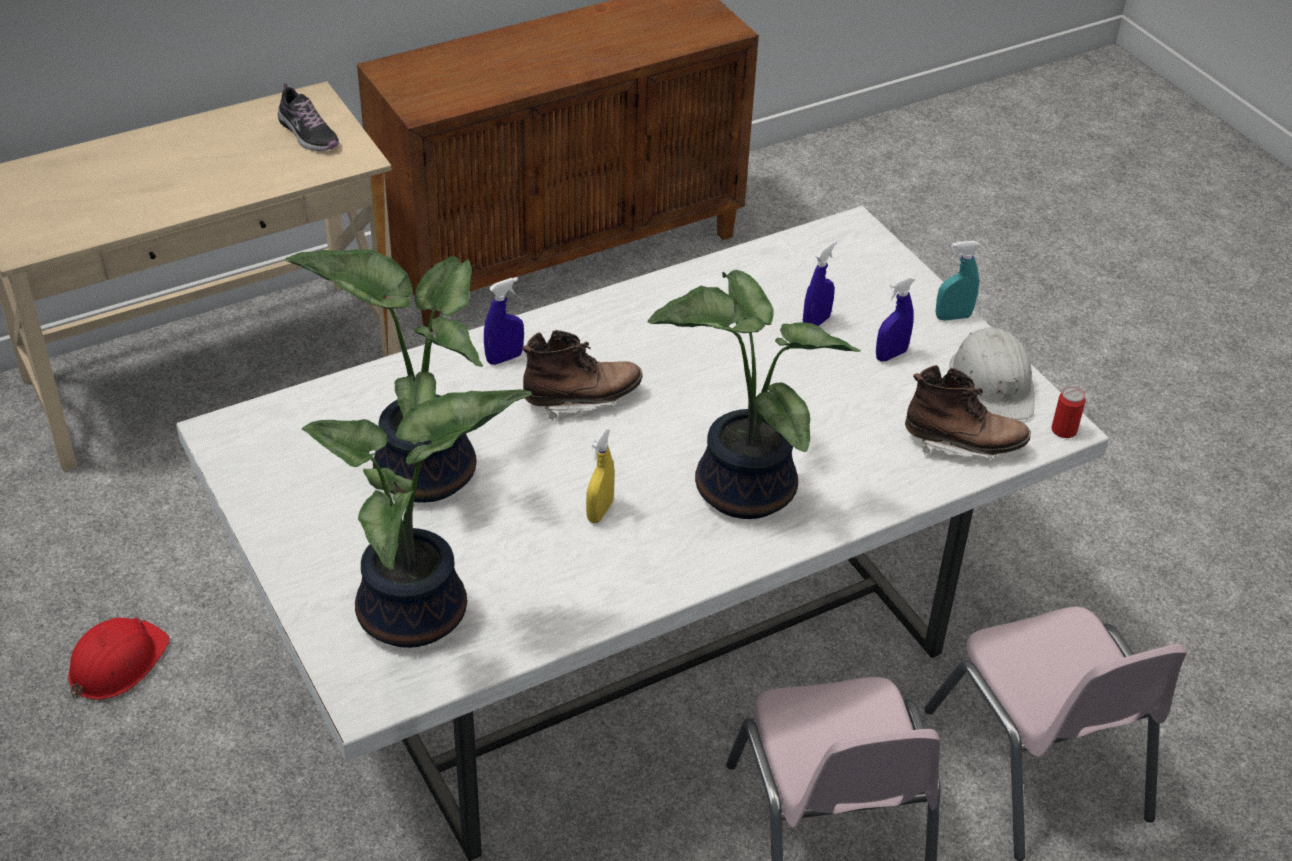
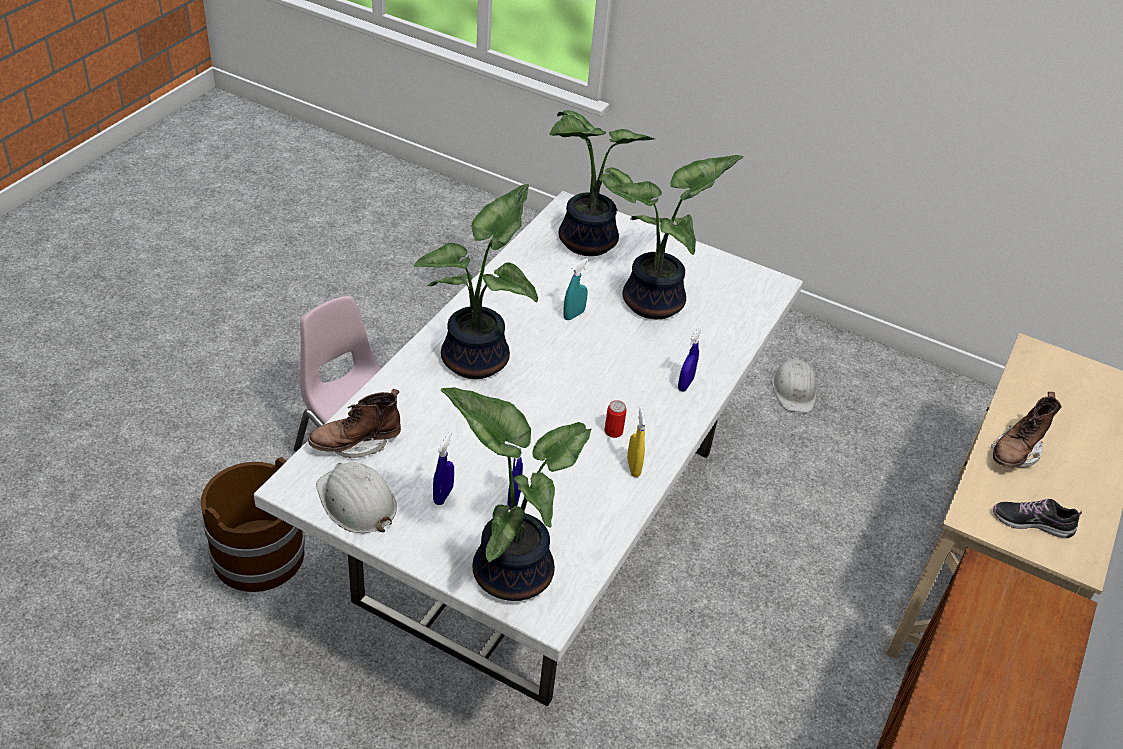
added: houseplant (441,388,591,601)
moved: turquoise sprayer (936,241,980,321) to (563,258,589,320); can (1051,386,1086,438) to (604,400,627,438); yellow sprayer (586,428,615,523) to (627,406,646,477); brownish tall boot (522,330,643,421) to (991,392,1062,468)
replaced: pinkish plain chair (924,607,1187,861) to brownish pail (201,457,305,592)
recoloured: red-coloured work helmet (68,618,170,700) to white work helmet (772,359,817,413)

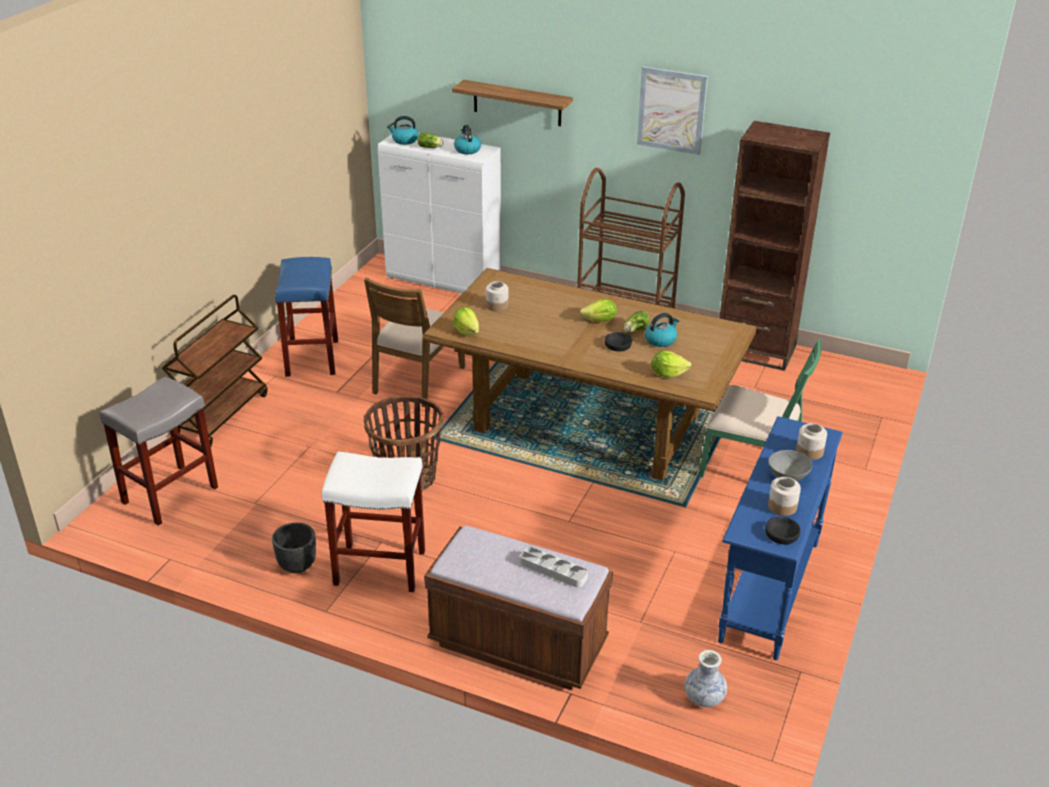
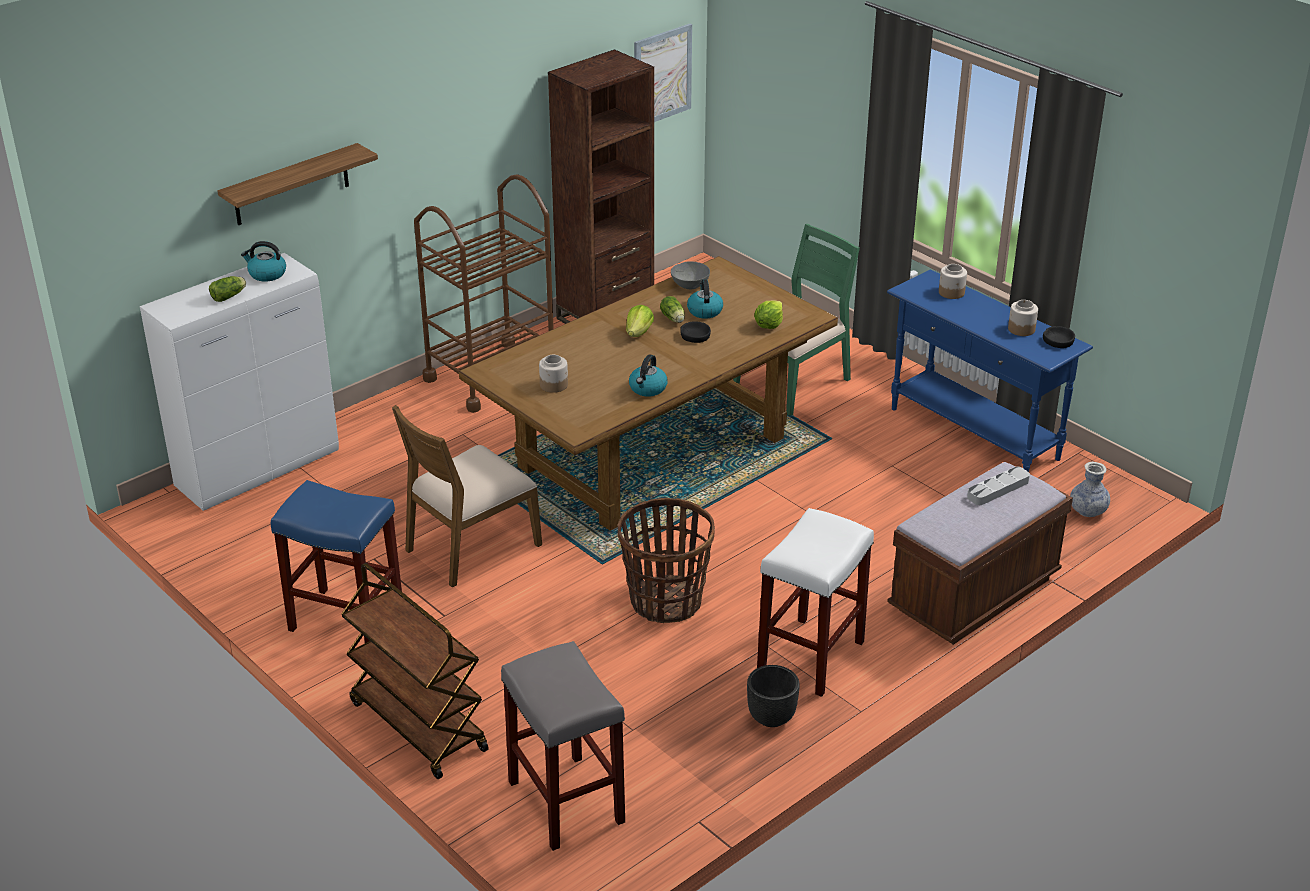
removed: head of lettuce (453,307,479,335)
moved: water kettle (387,116,419,145) to (629,354,668,397); wall art (637,66,708,155) to (634,24,692,122); greyish bowl (768,450,812,481) to (671,261,710,289)
turned: brownish plain chair (364,277,465,407) = (392,405,542,588) 90 degrees clockwise

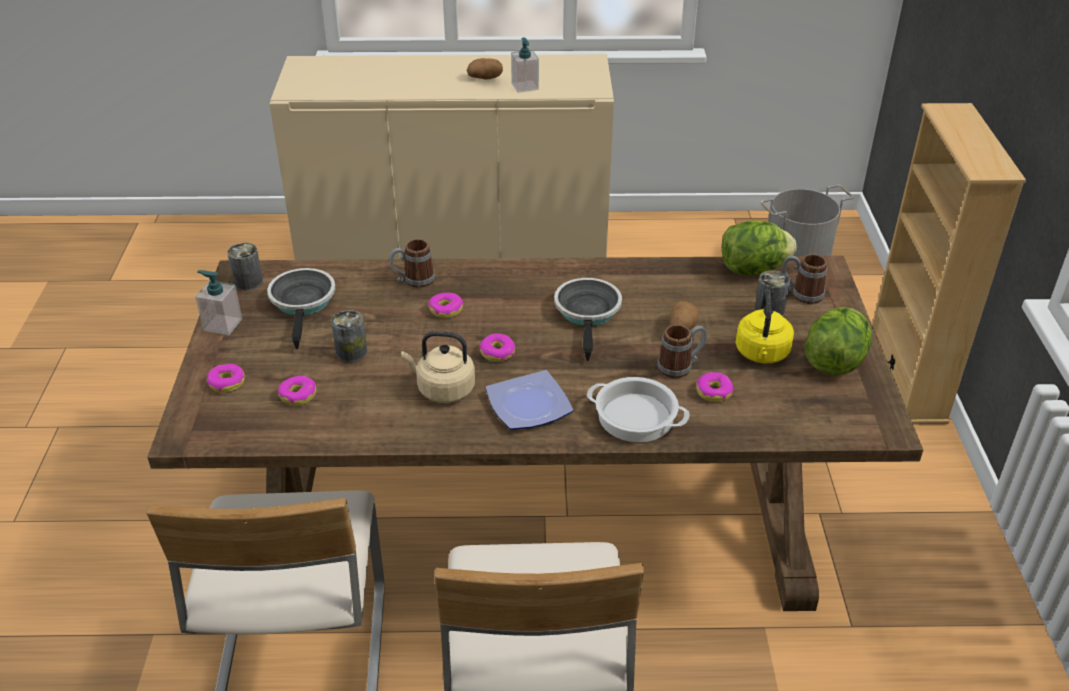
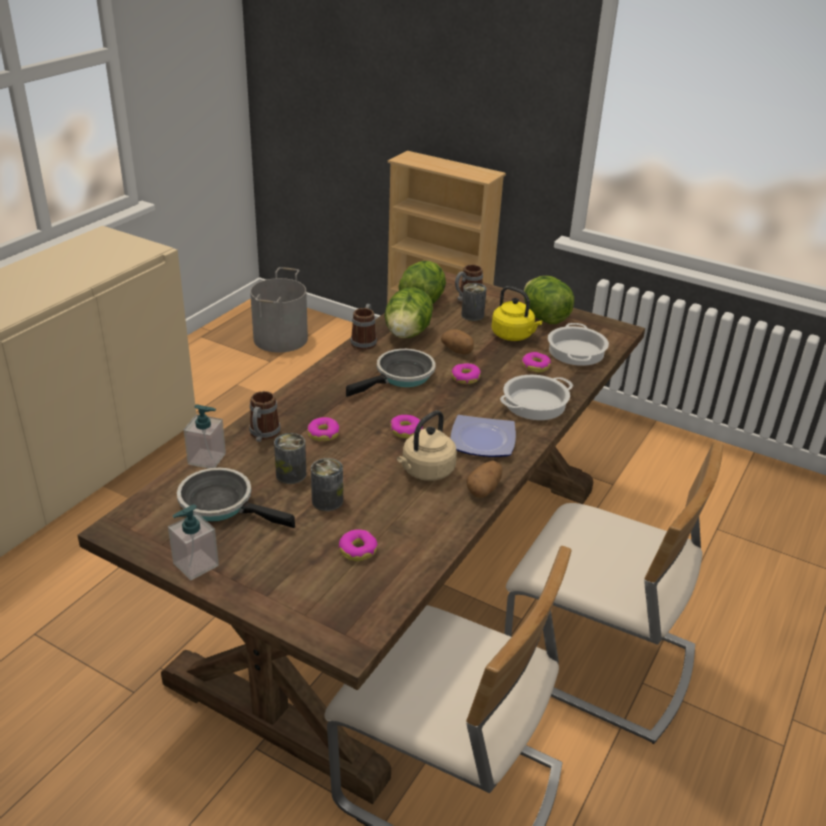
added: head of lettuce (385,288,433,338); stockpot (548,323,609,366)
moved: soap bottle (511,38,539,93) to (184,404,226,469); can (227,243,263,291) to (274,433,306,484); mug (657,325,707,378) to (350,304,377,350); ring doughnut (207,364,245,393) to (452,363,481,384); spud (467,58,503,79) to (466,461,502,498)
turned: skillet (554,278,622,361) = (346,349,436,397) 105 degrees clockwise

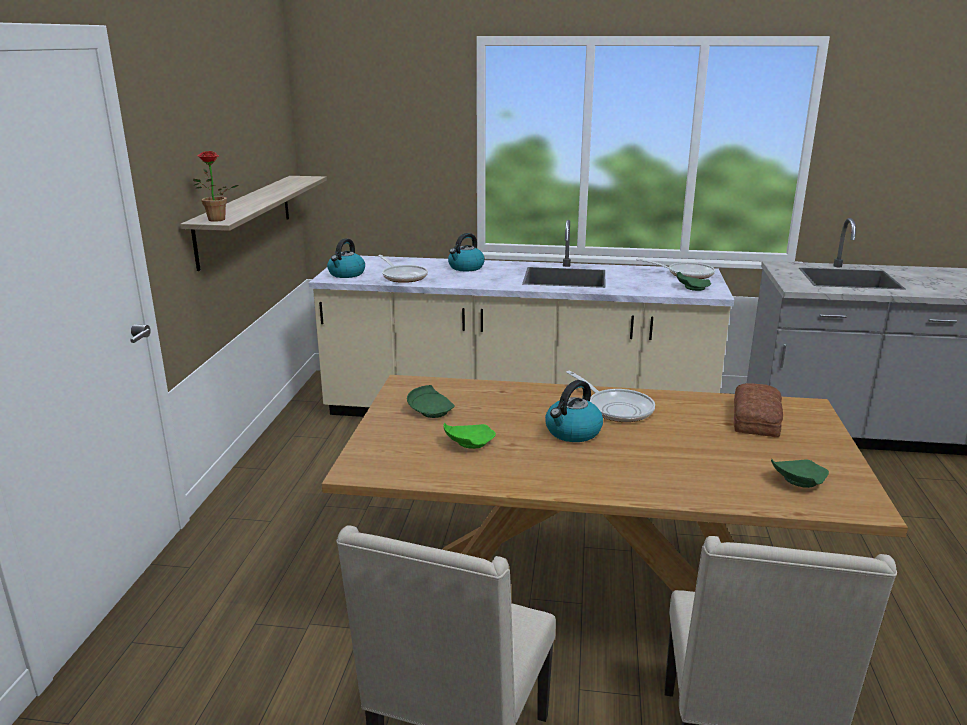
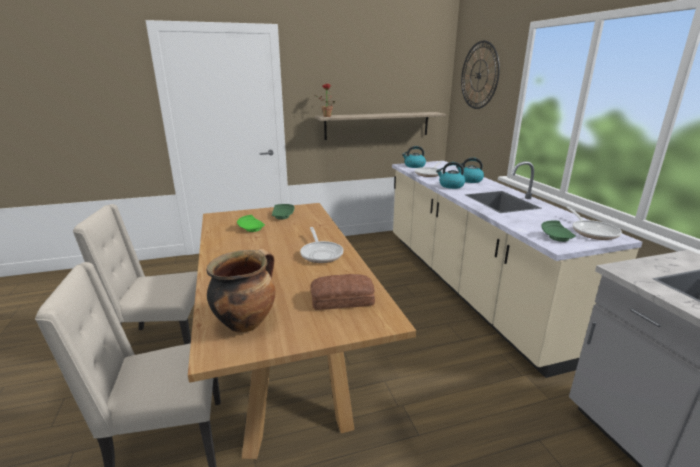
added: wall clock (461,41,500,109)
moved: water kettle (545,380,603,442) to (436,162,466,189)
replaced: green dinner plate (771,459,829,488) to stockpot (207,249,276,333)
turned: skillet (566,371,655,422) = (300,227,343,263) 45 degrees counterclockwise

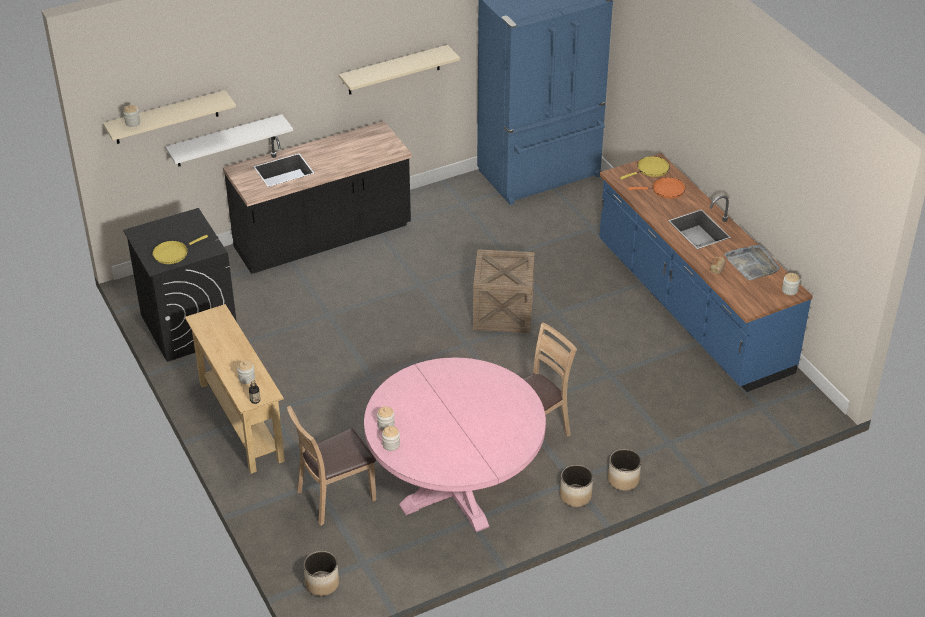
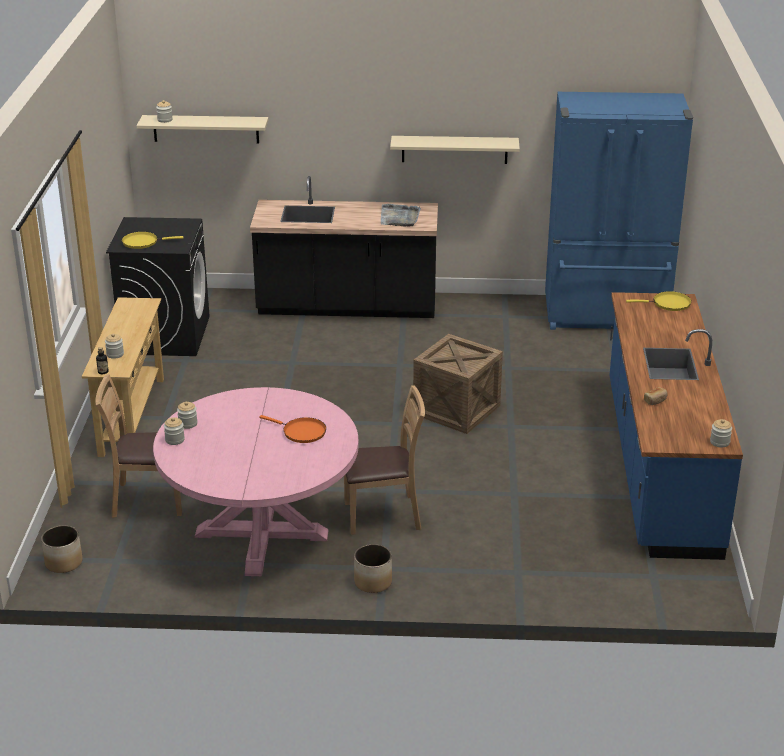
removed: white wall shelf (165,114,293,167); flower pot (608,449,641,491)
moved: orange-coloured skillet (628,177,686,199) to (259,415,326,443); greyish tray (724,245,780,280) to (381,204,421,226)

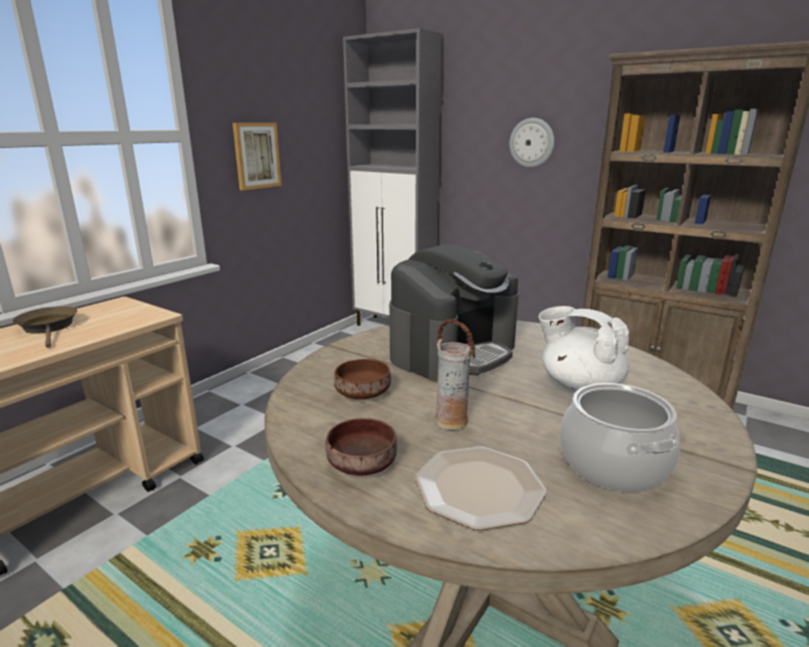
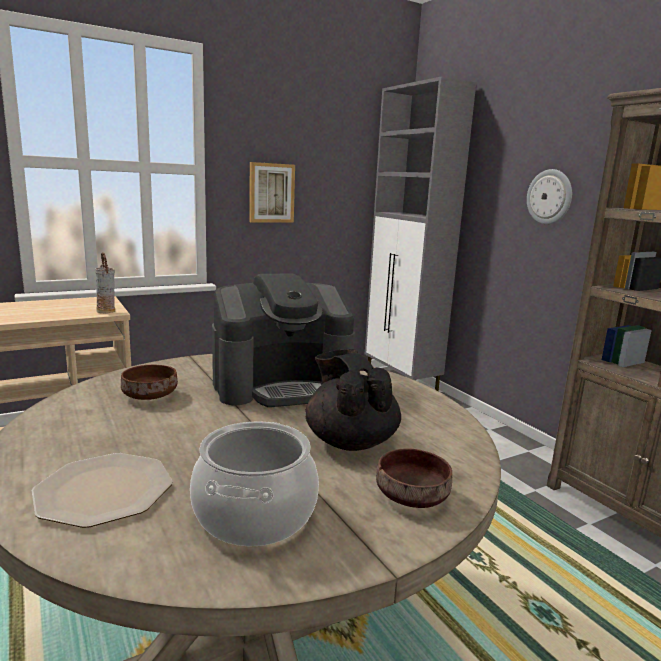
removed: brownish skillet (13,306,77,348)
moved: vase (435,319,476,430) to (95,253,115,313); brownish bowl (325,418,397,475) to (376,448,452,508)
recoloured: white pot for tea (538,306,629,392) to black pot for tea (305,349,401,451)

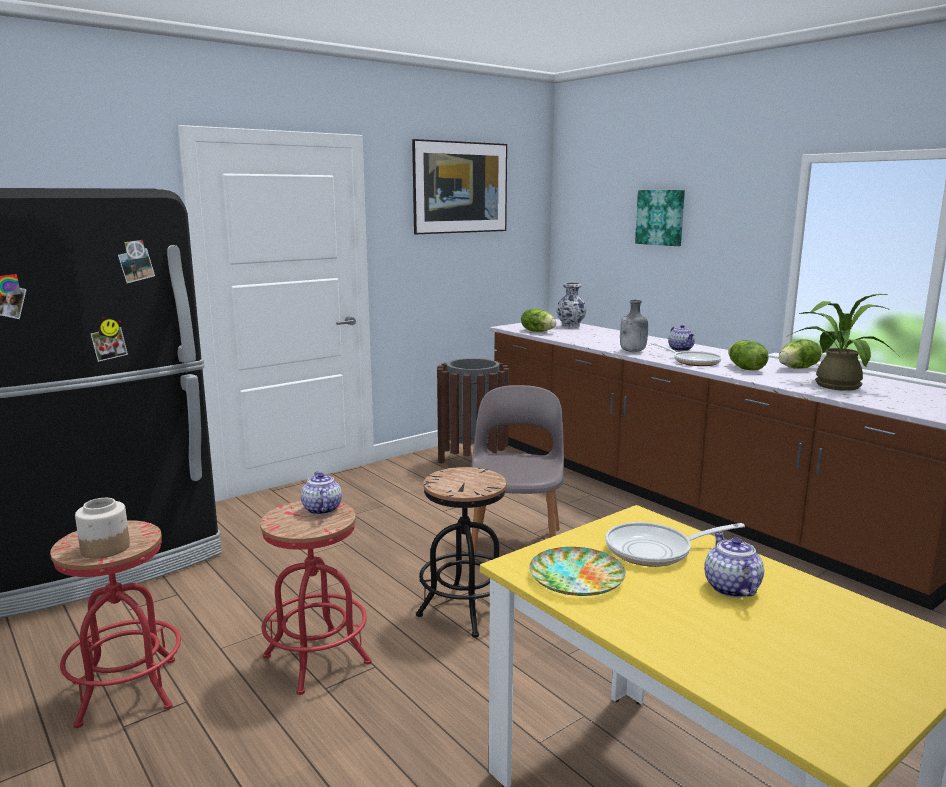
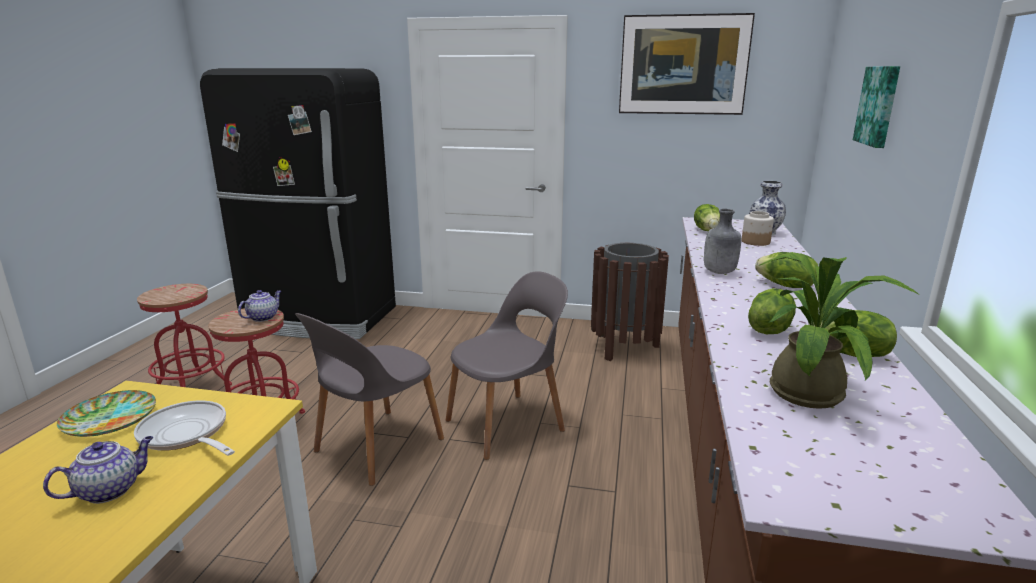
removed: skillet (651,343,722,366)
moved: preserve jar (75,498,130,559) to (742,211,774,246)
replaced: black sitting stool (416,467,506,638) to greyish plain chair (295,313,444,486); pot for tea (668,325,695,351) to head of lettuce (755,252,818,288)

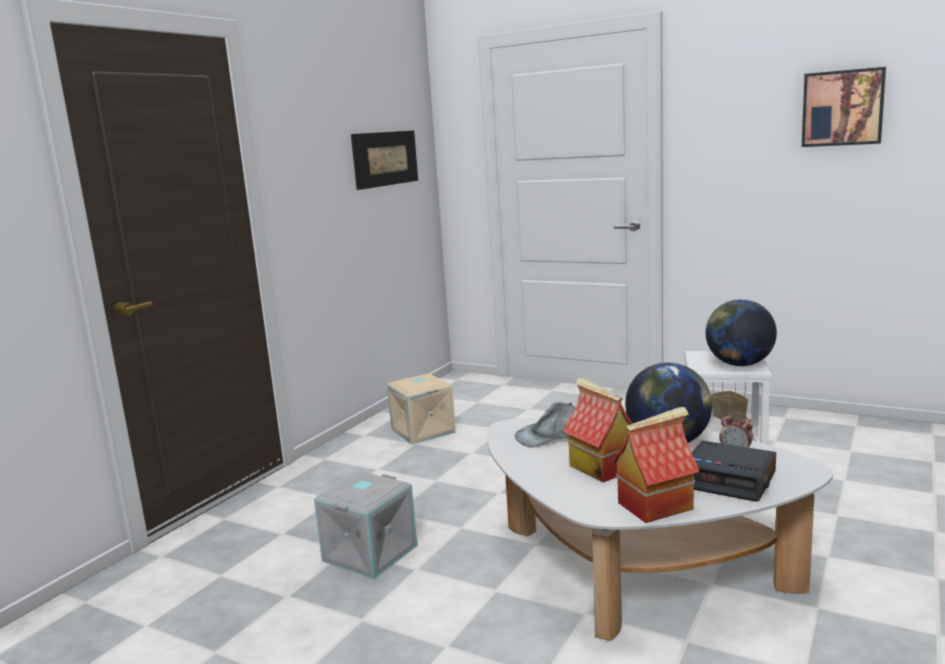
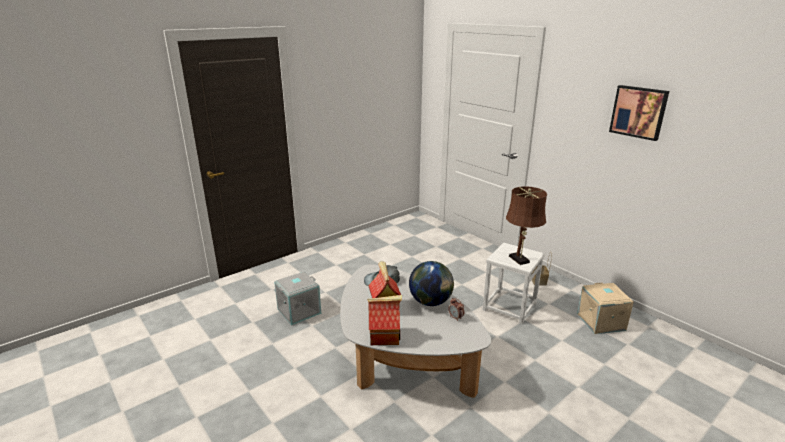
removed: wall art (351,131,418,190); bedside clock (692,440,776,502)
moved: beige storage container (387,373,456,444) to (577,283,634,334)
replaced: desk globe (706,299,777,366) to brownish tabletop lamp (506,186,547,265)

